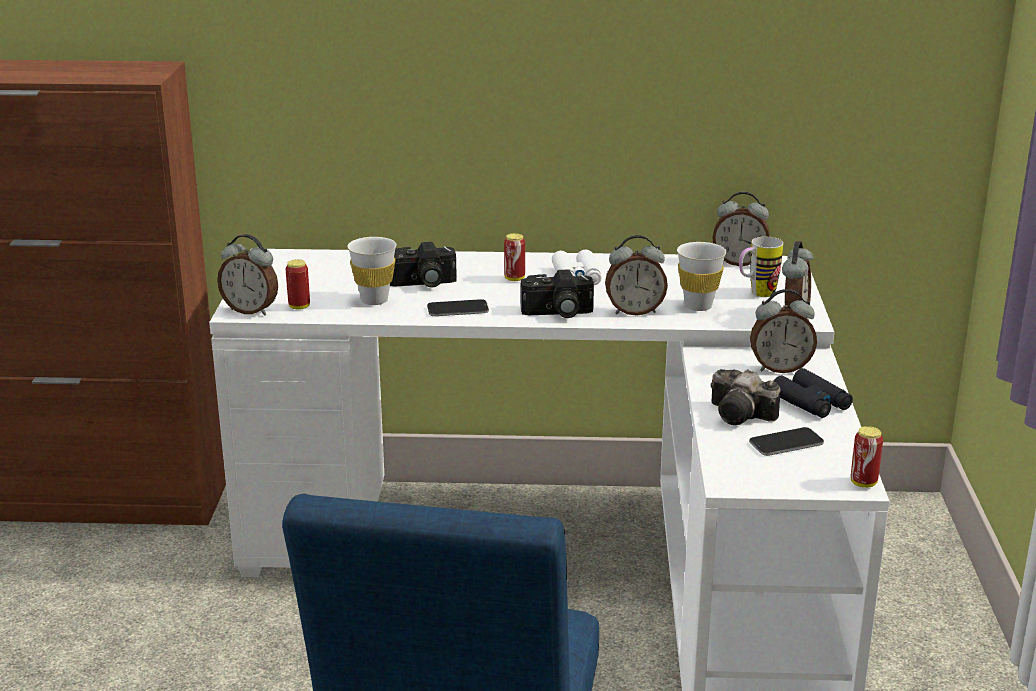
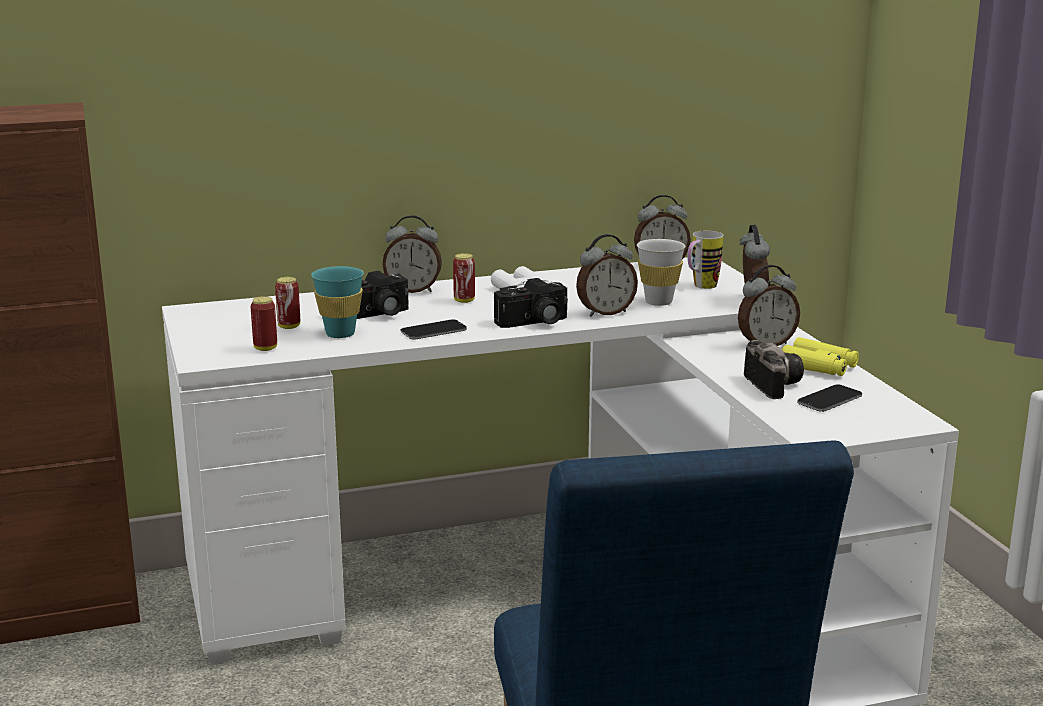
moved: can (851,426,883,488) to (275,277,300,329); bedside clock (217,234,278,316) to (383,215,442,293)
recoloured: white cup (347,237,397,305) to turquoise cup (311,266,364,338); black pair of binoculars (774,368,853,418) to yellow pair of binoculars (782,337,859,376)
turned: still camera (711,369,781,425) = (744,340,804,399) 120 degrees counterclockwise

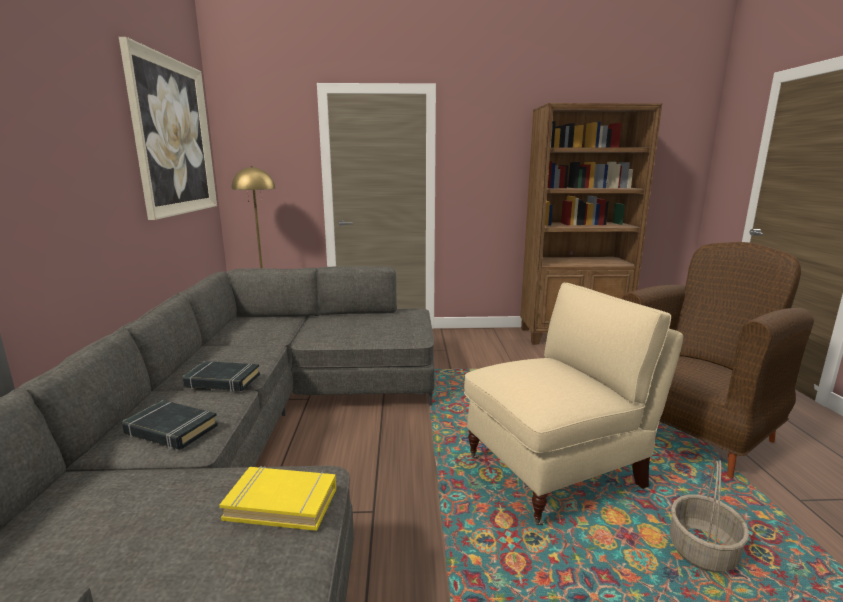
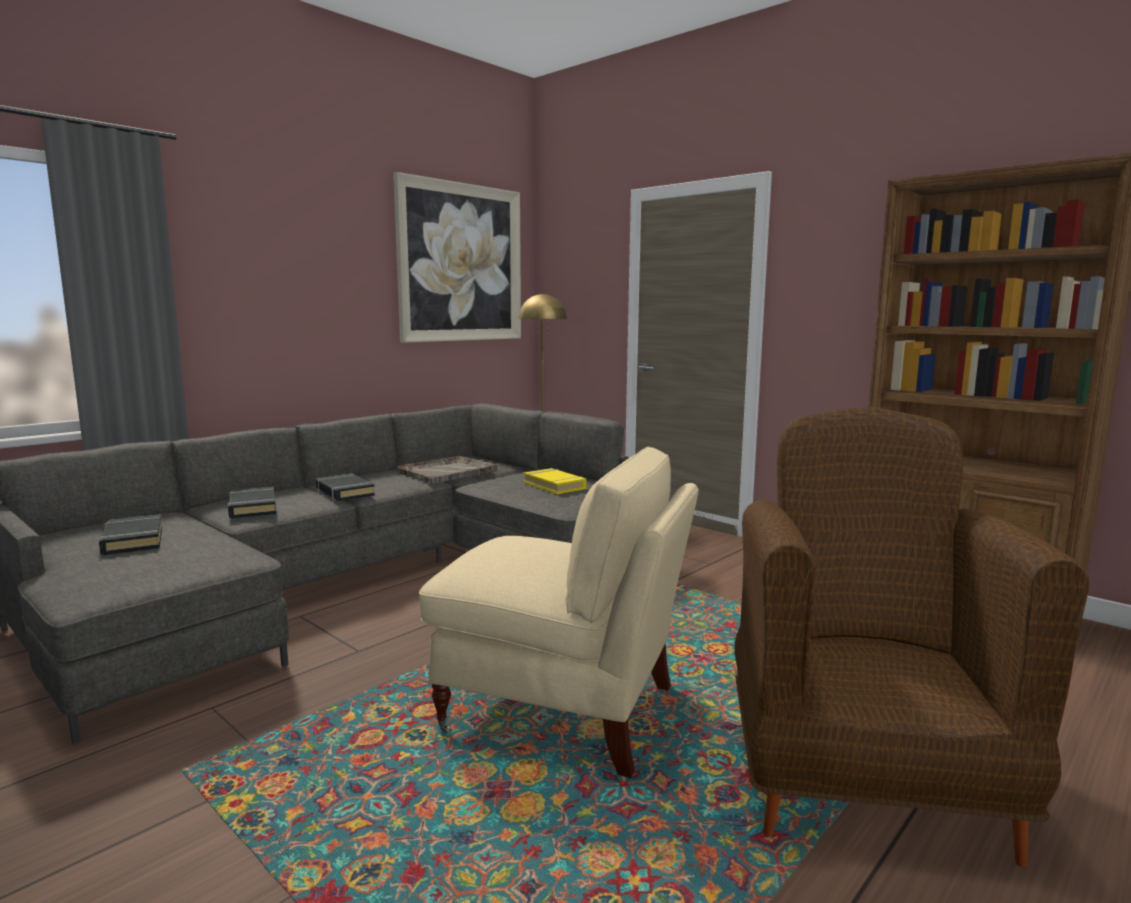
removed: basket (670,460,749,572)
added: black bound book (99,514,162,555); greyish tray (397,456,497,484)
moved: yellow bound book (219,466,336,531) to (524,468,586,494)
turned: brownish armchair (622,242,814,478) = (735,407,1089,867) 90 degrees counterclockwise

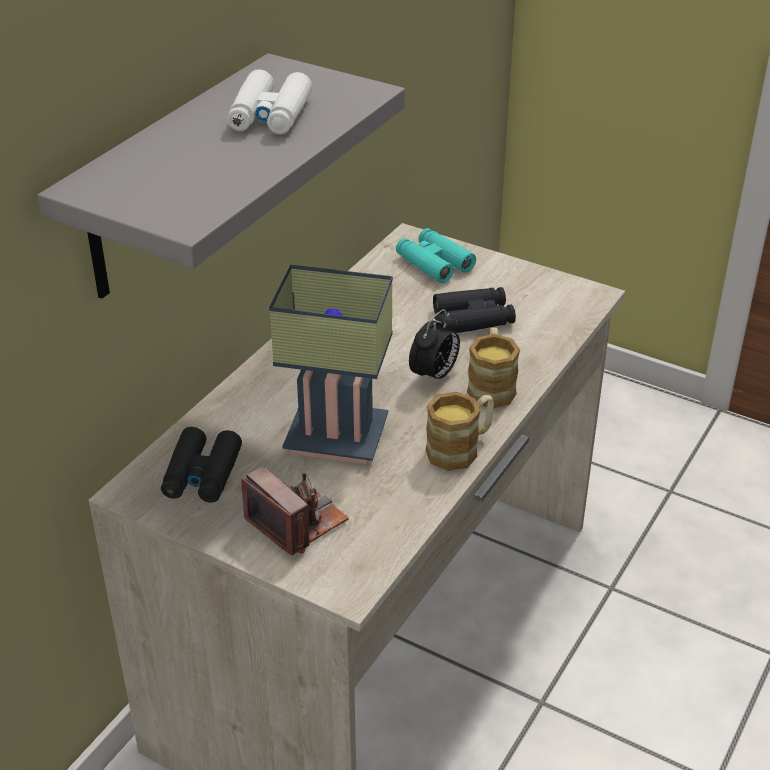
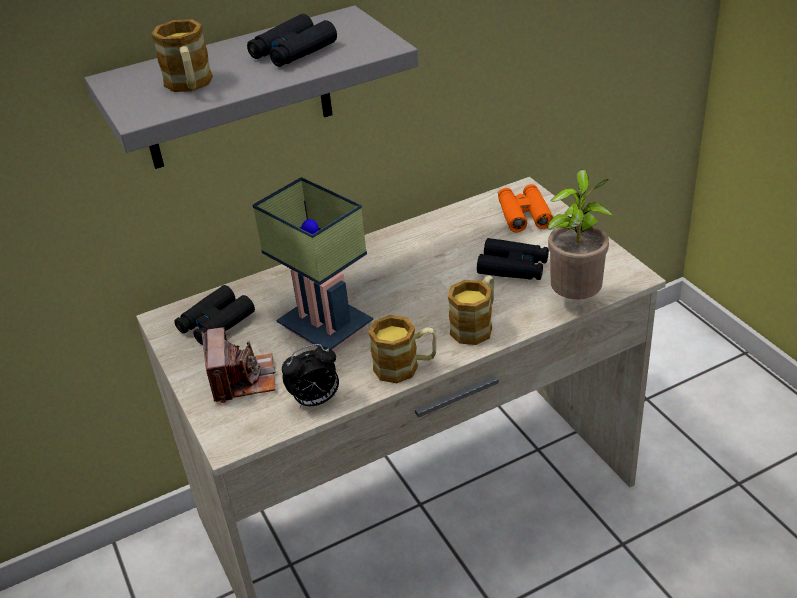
added: mug (151,19,213,92); houseplant (547,169,613,299)
moved: bedside clock (409,309,460,386) to (282,344,339,409)
recoloured: white pair of binoculars (227,69,312,134) to black pair of binoculars (247,14,337,67); turquoise pair of binoculars (396,228,476,283) to orange-coloured pair of binoculars (498,184,553,232)

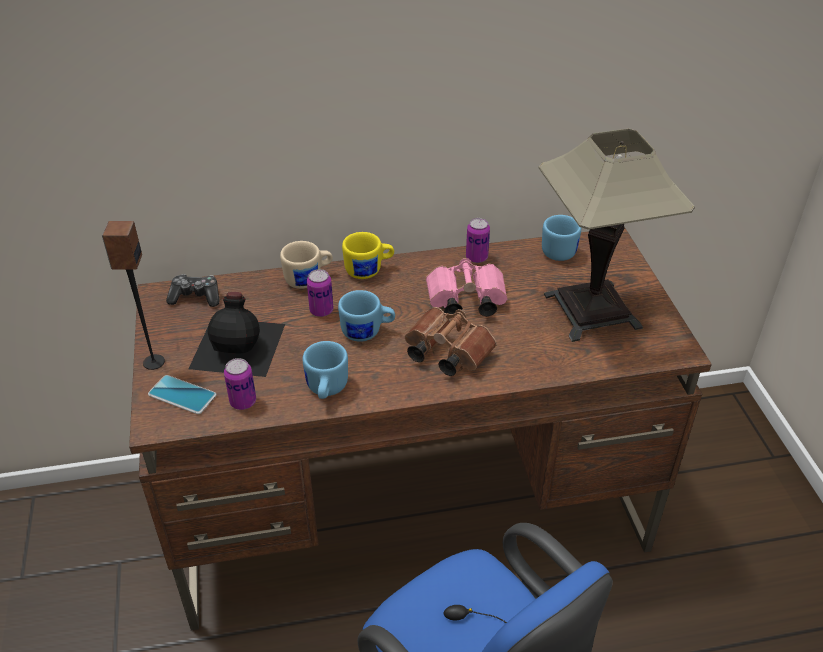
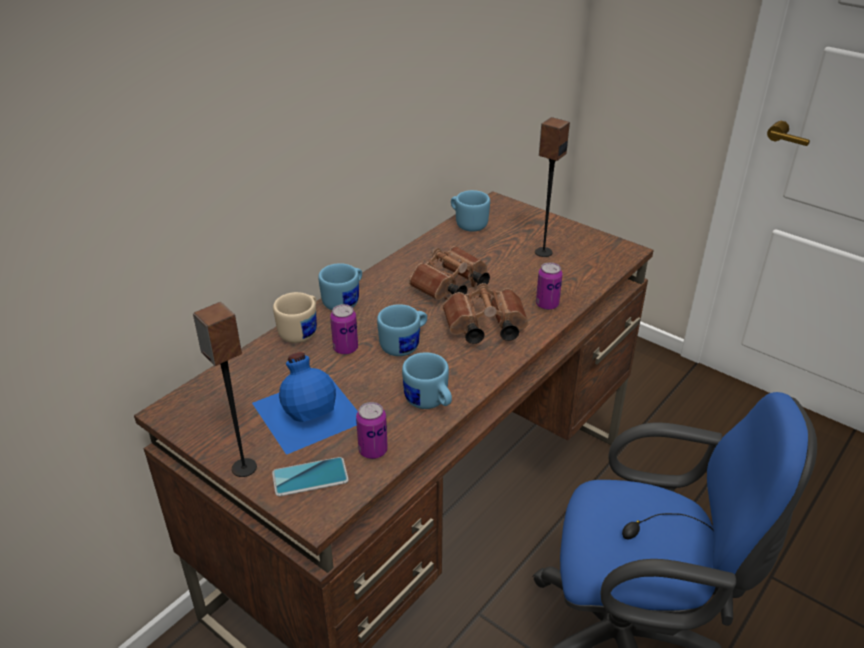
removed: gamepad (166,274,219,307)
moved: can (466,218,490,263) to (536,262,563,310)
replaced: tabletop lamp (538,128,695,342) to speaker (535,117,570,257)
recoloured: black beverage bottle (188,292,285,377) to blue beverage bottle (252,352,358,455); yellow mug (342,232,394,279) to blue mug (318,263,362,310); pinkish pair of binoculars (426,258,507,316) to brownish pair of binoculars (409,246,490,300)

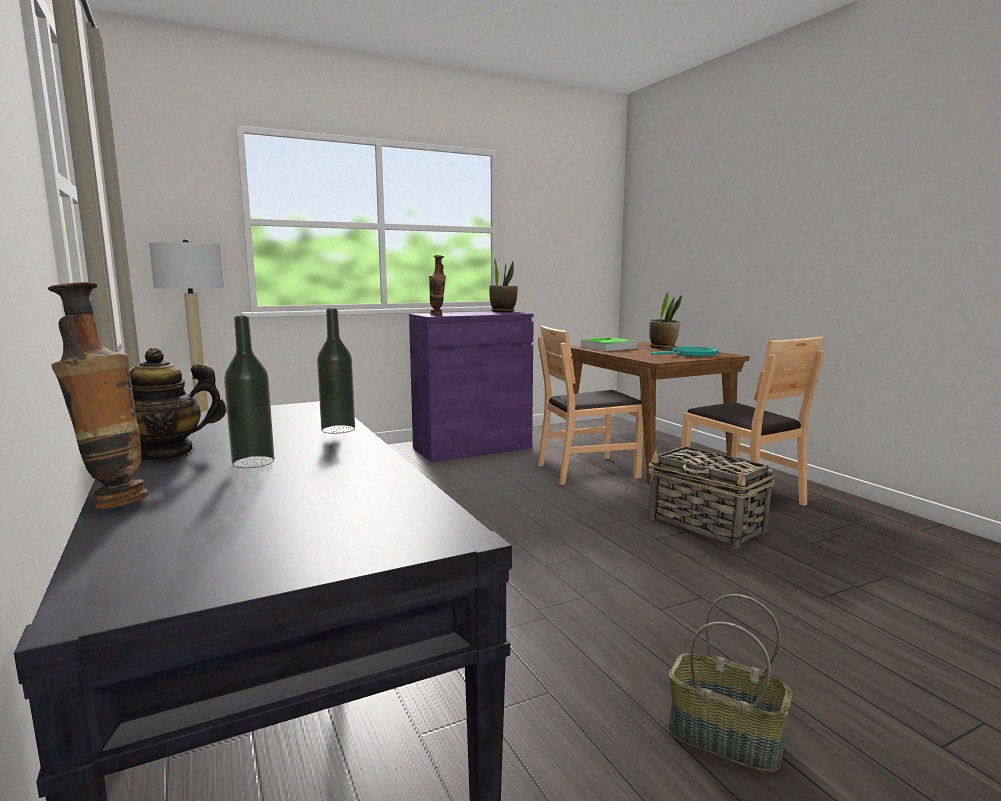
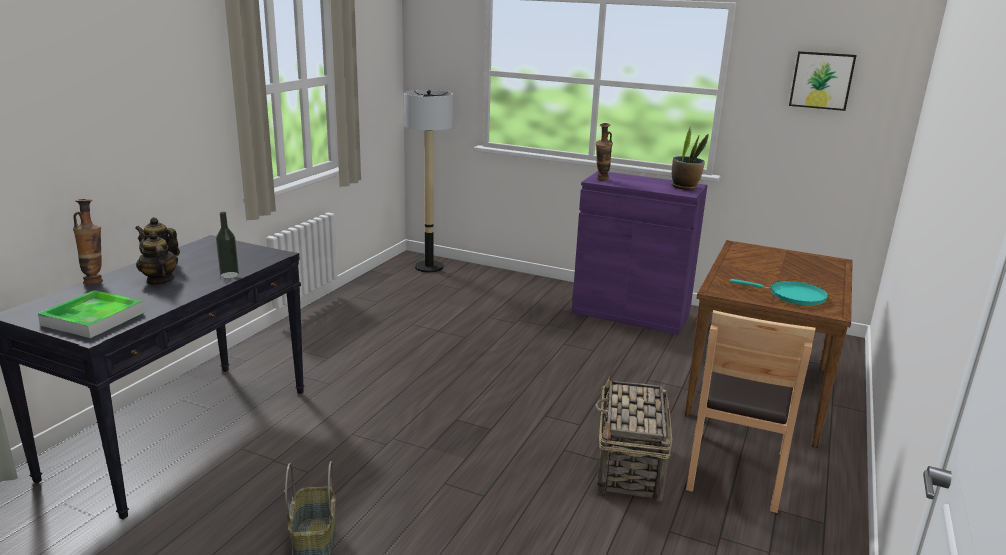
removed: brownish plain chair (538,325,644,485); houseplant (649,291,682,349)
added: wall art (789,51,857,111)
moved: tray (581,337,637,351) to (38,290,145,338)
replaced: beverage bottle (224,316,274,468) to pot for tea (136,232,178,285)

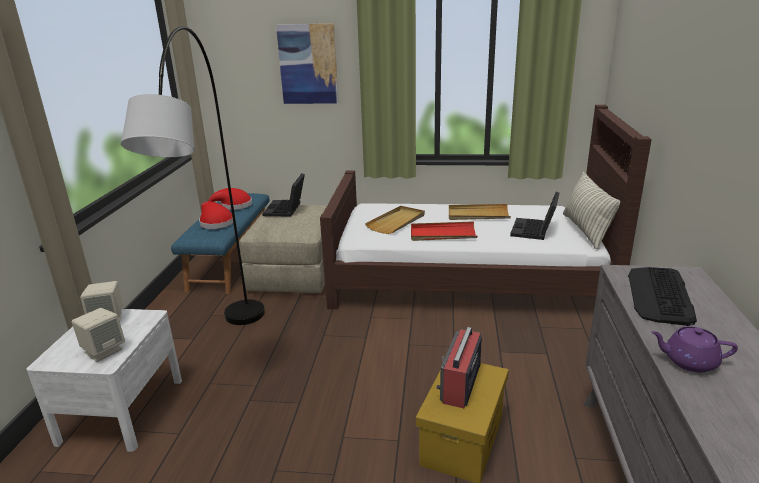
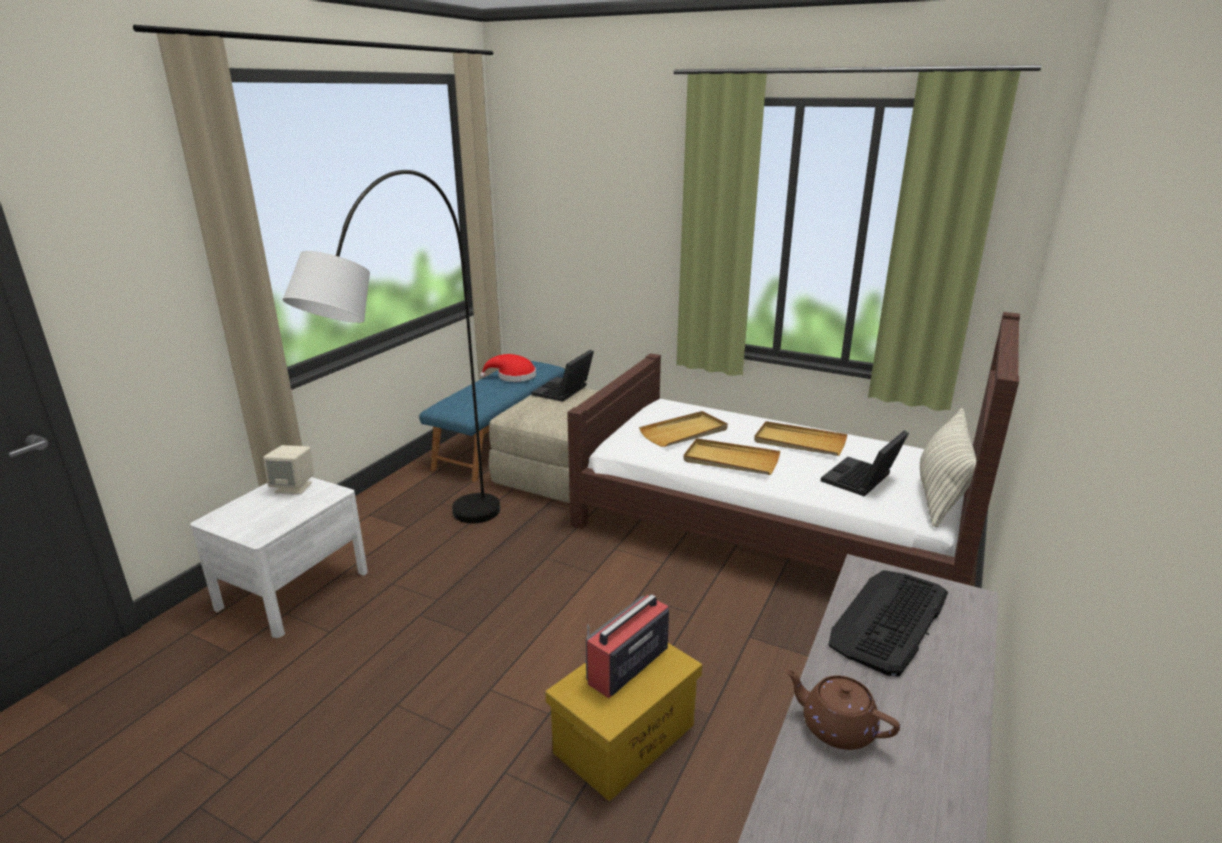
removed: beige speaker (71,308,125,362); red-coloured clothing hat (199,201,233,229); wall art (276,23,339,104)
recoloured: red-coloured tray (411,221,477,241) to beige tray (683,438,780,475); purple-coloured pot for tea (651,326,738,372) to brownish pot for tea (784,669,900,750)

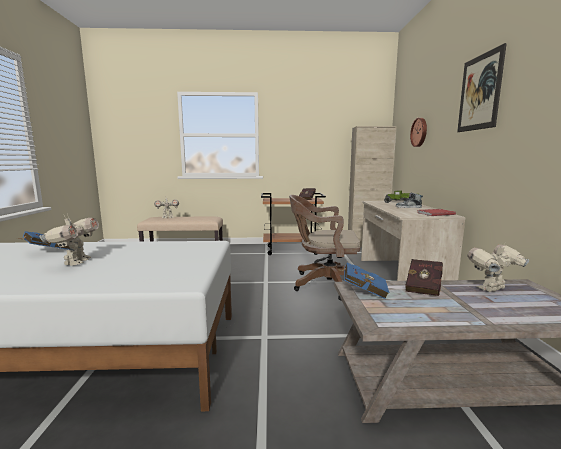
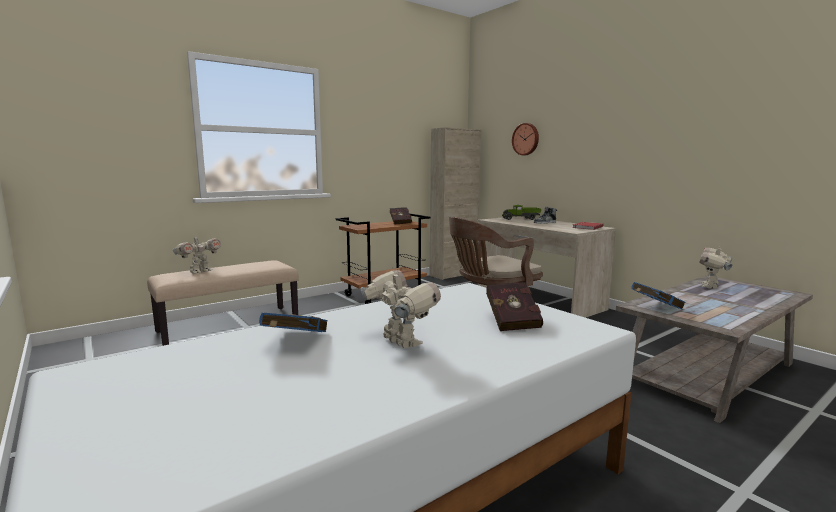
removed: wall art (457,43,507,132)
moved: red-coloured bound book (405,259,443,296) to (486,282,543,331)

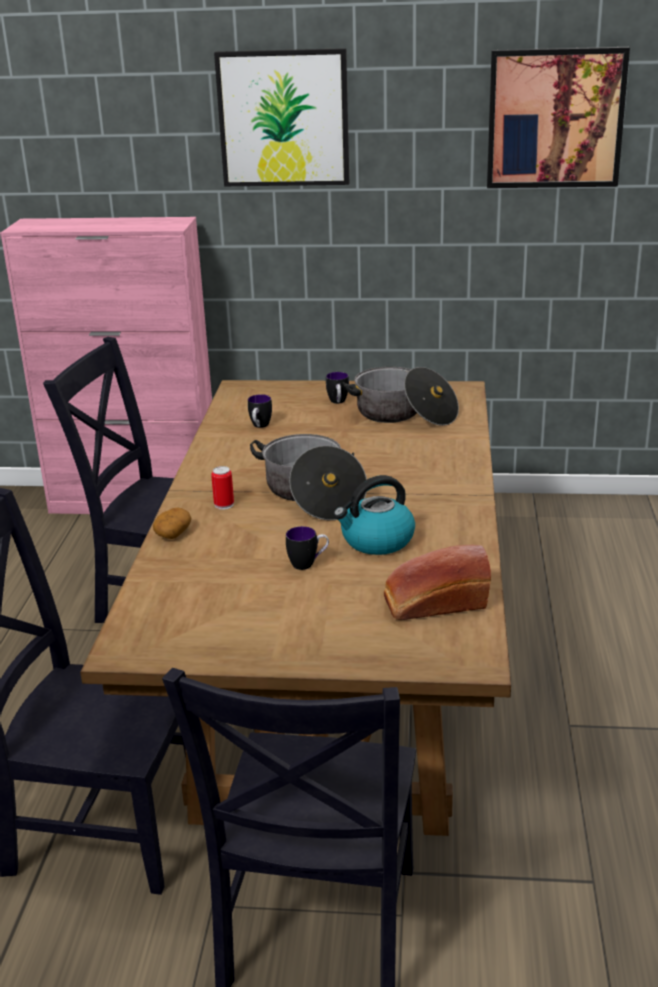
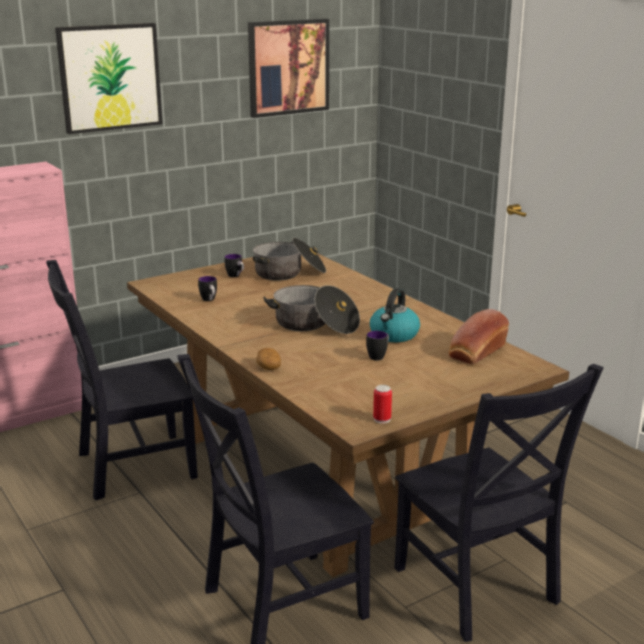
moved: can (211,466,234,510) to (373,385,392,424)

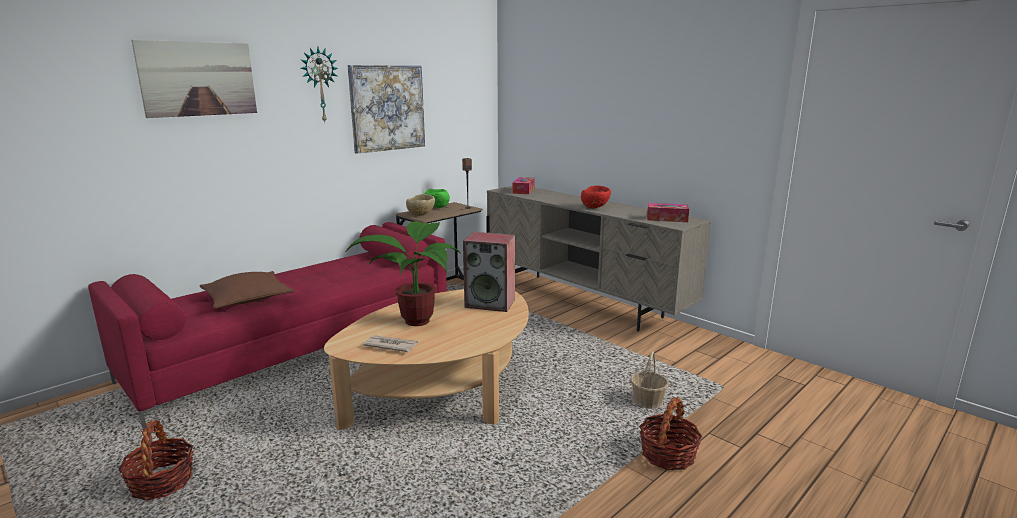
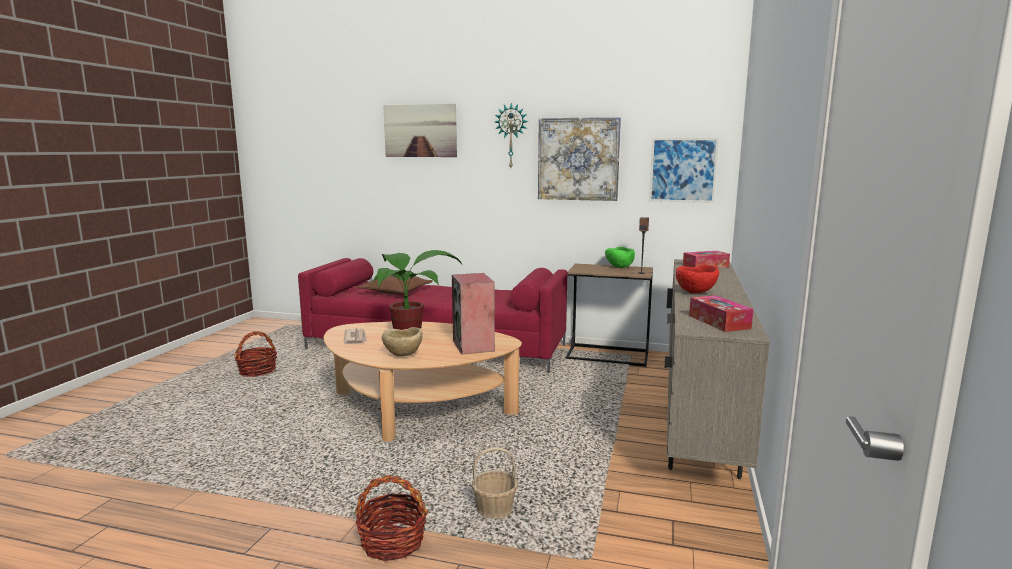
added: wall art (649,138,719,203)
moved: beige bowl (406,194,435,216) to (382,327,423,356)

